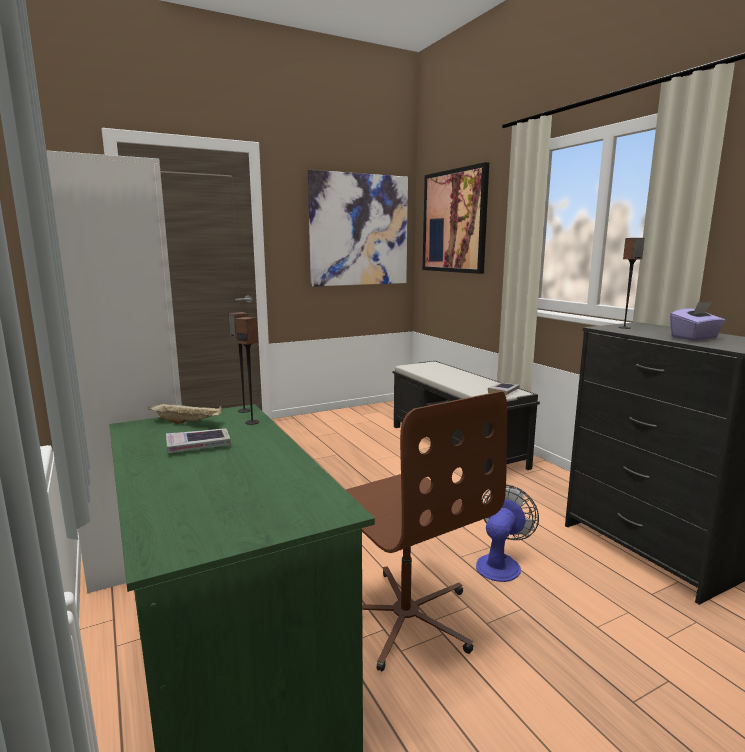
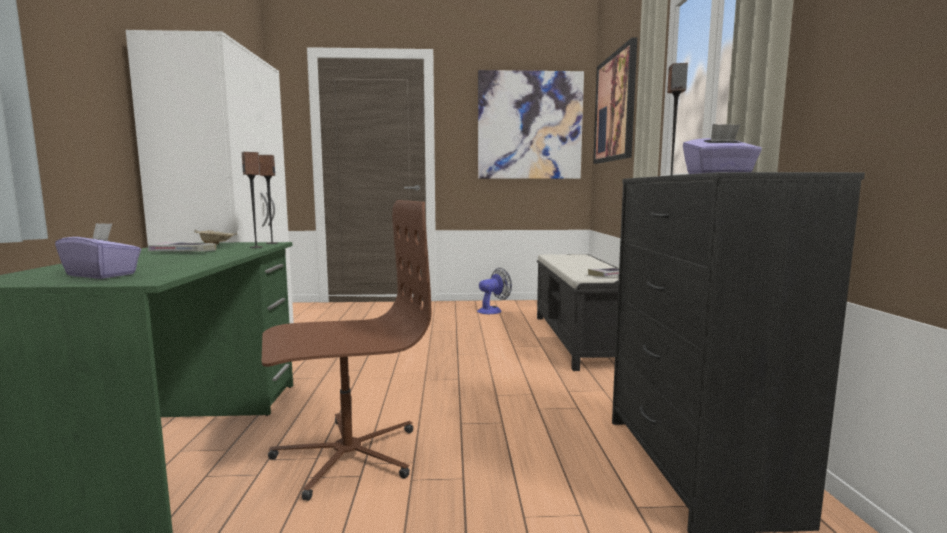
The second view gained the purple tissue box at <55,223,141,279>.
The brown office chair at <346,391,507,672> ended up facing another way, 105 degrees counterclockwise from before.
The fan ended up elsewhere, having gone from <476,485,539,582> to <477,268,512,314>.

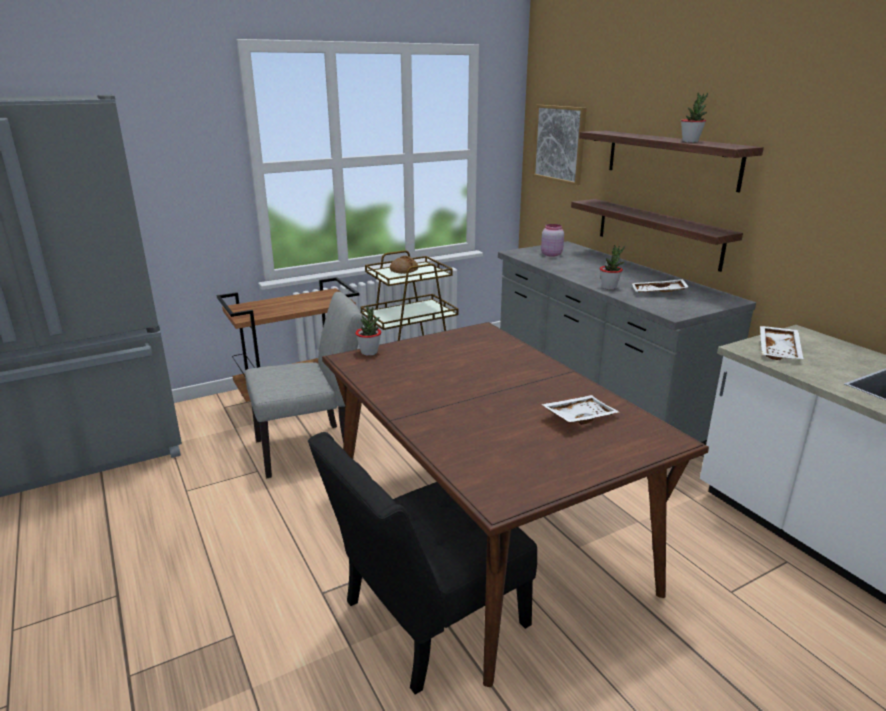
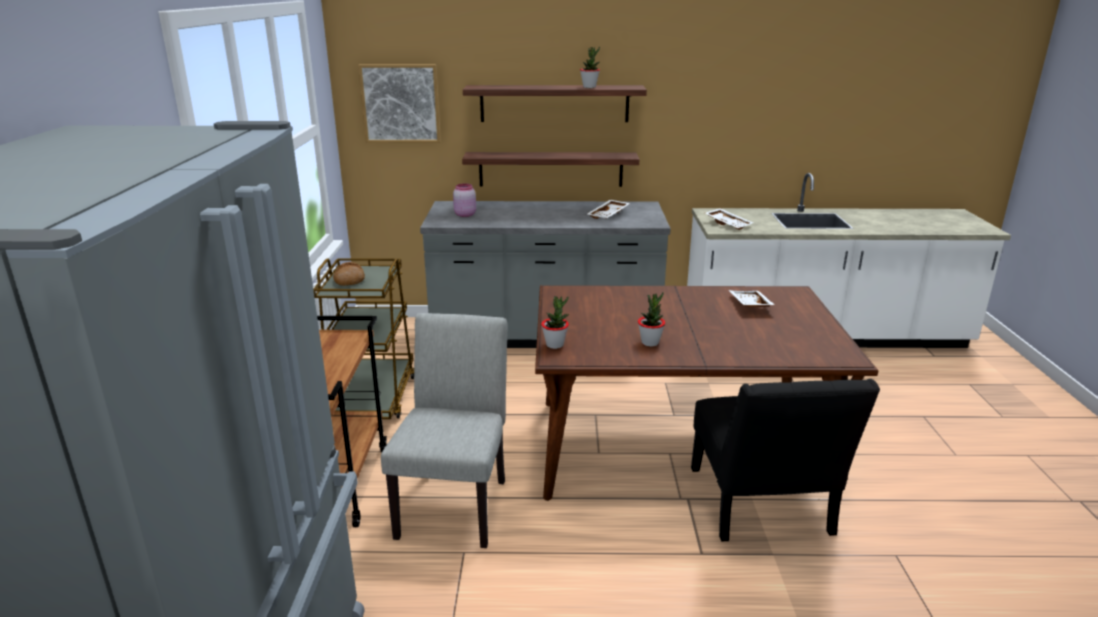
The potted plant ended up elsewhere, having gone from <600,245,625,290> to <638,292,665,347>.

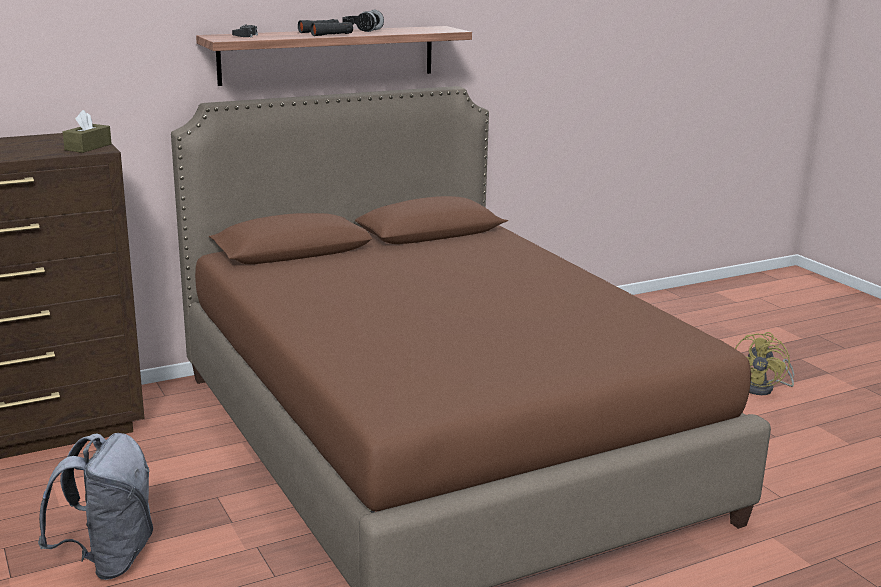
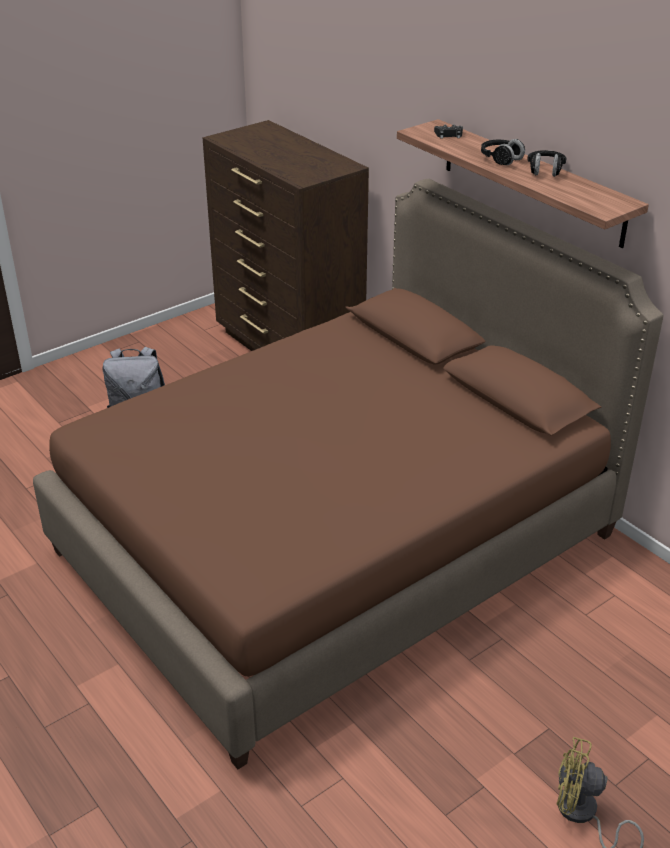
Where the black binoculars stood at <298,19,353,36>, the black headphones came to stand at <481,139,525,165>.
The second view lost the brown tissue box at <63,110,112,153>.

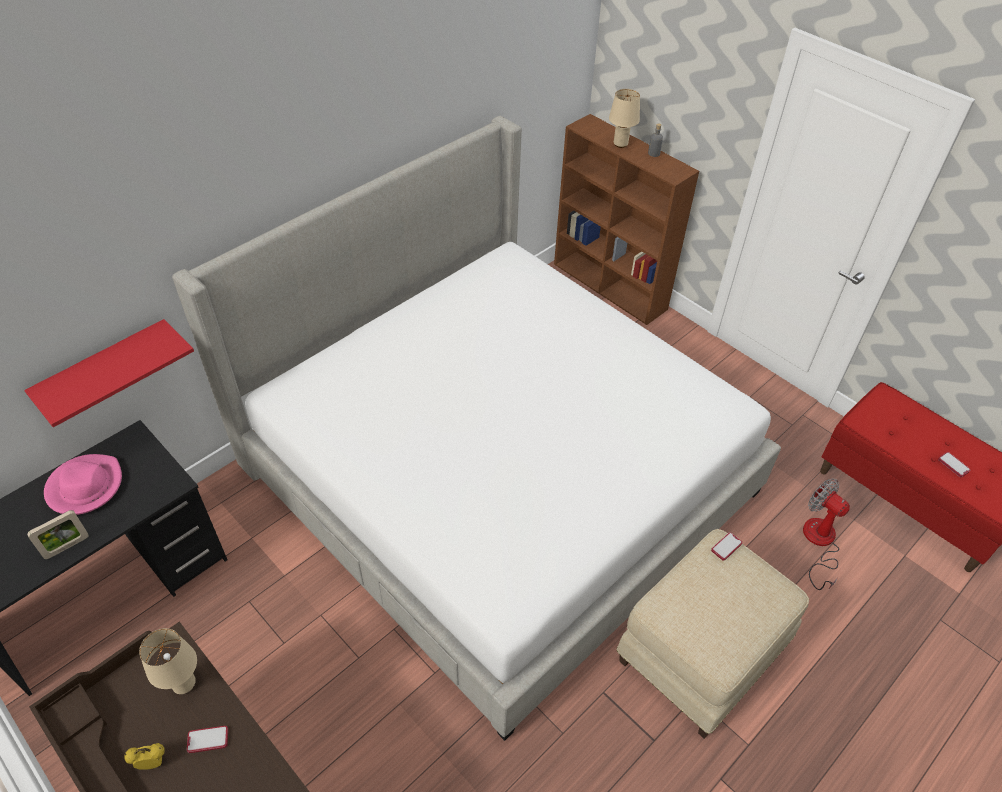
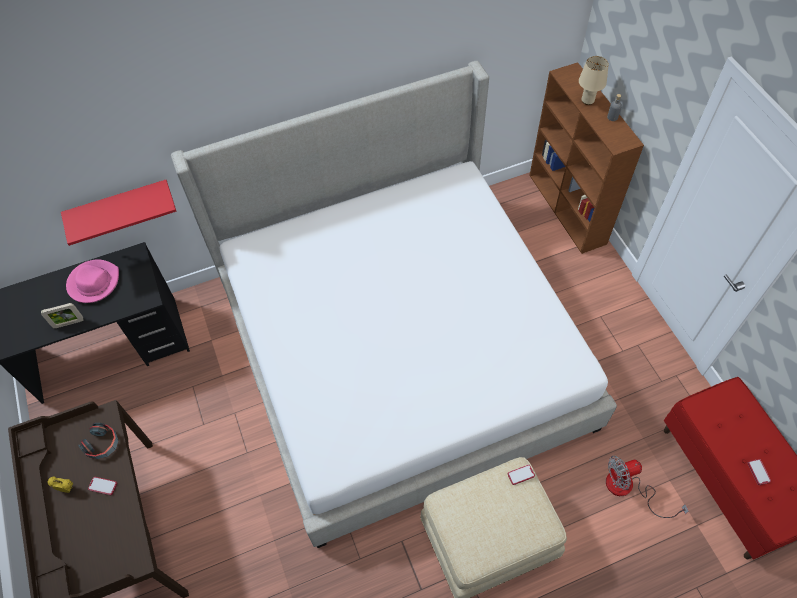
Where the beige table lamp stood at <139,628,197,694>, the headphones came to stand at <78,423,119,459>.
The fan at <803,478,850,590> ended up facing another way, 90 degrees counterclockwise from before.

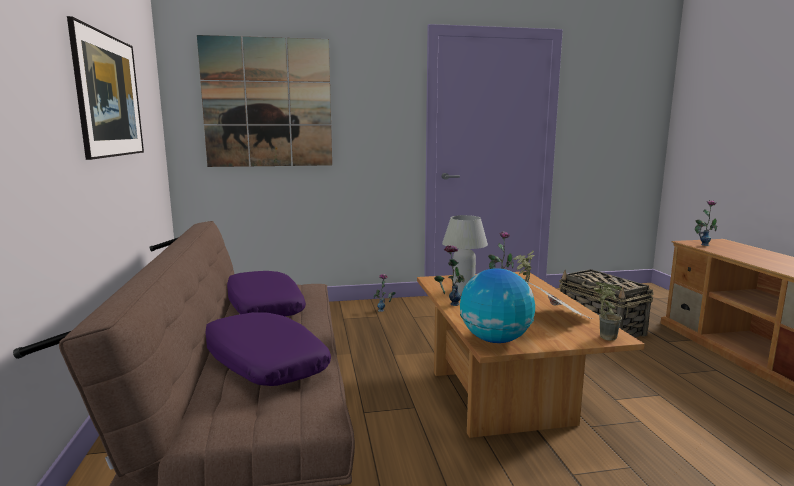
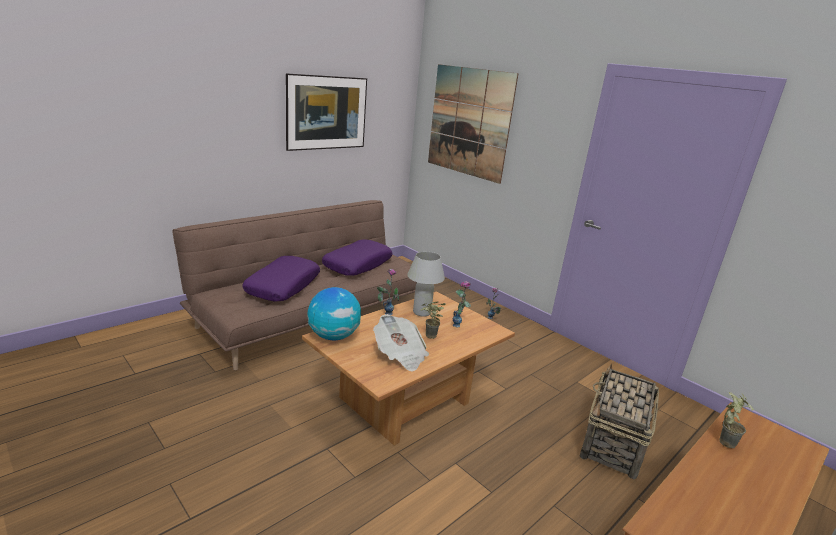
The potted plant ended up elsewhere, having gone from <594,282,622,341> to <719,392,754,448>.
The second view lost the vase at <695,200,717,246>.

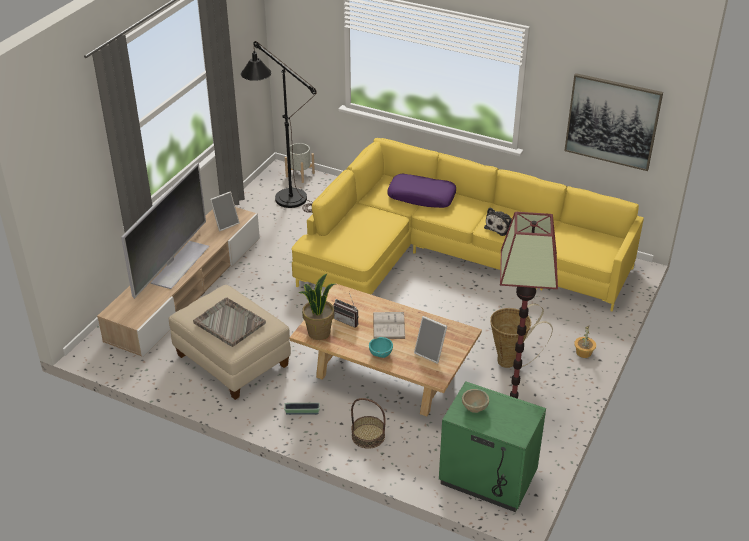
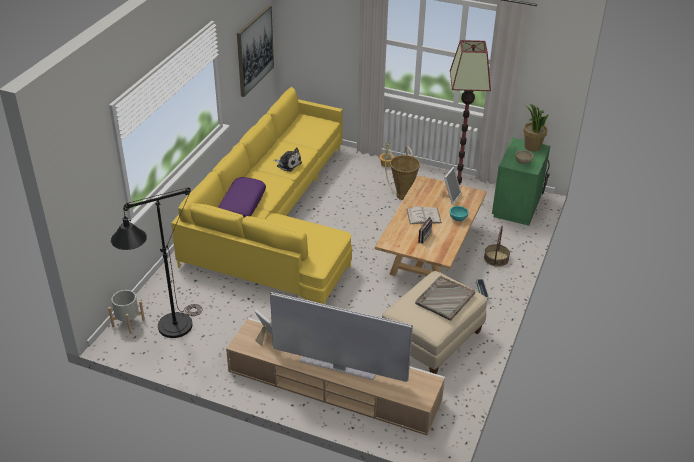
The potted plant ended up elsewhere, having gone from <298,274,335,340> to <523,104,549,152>.

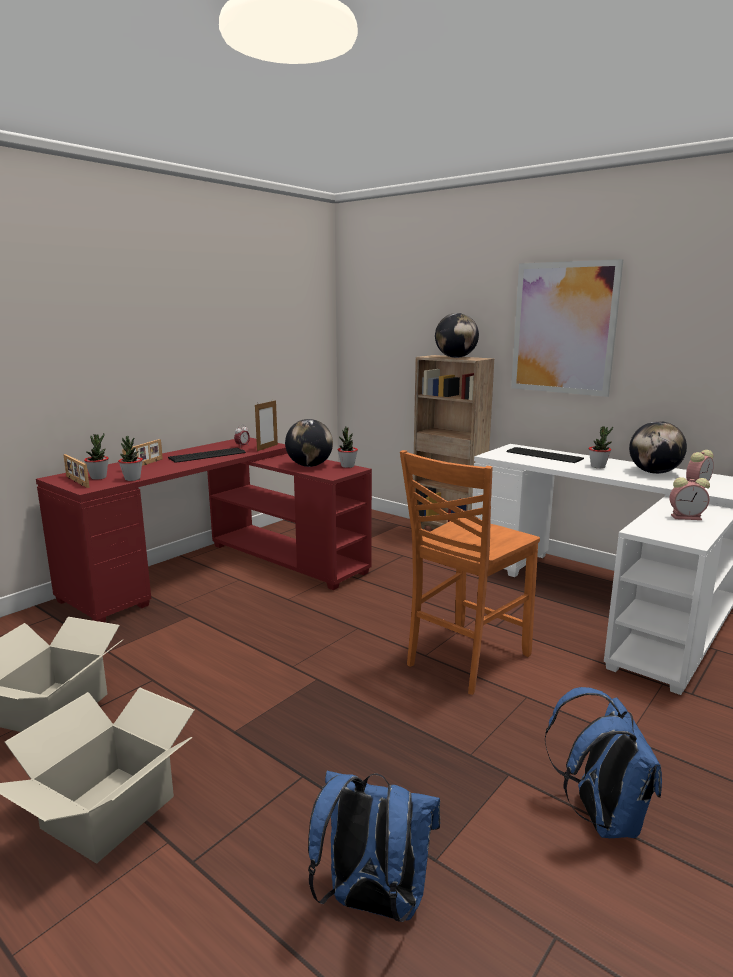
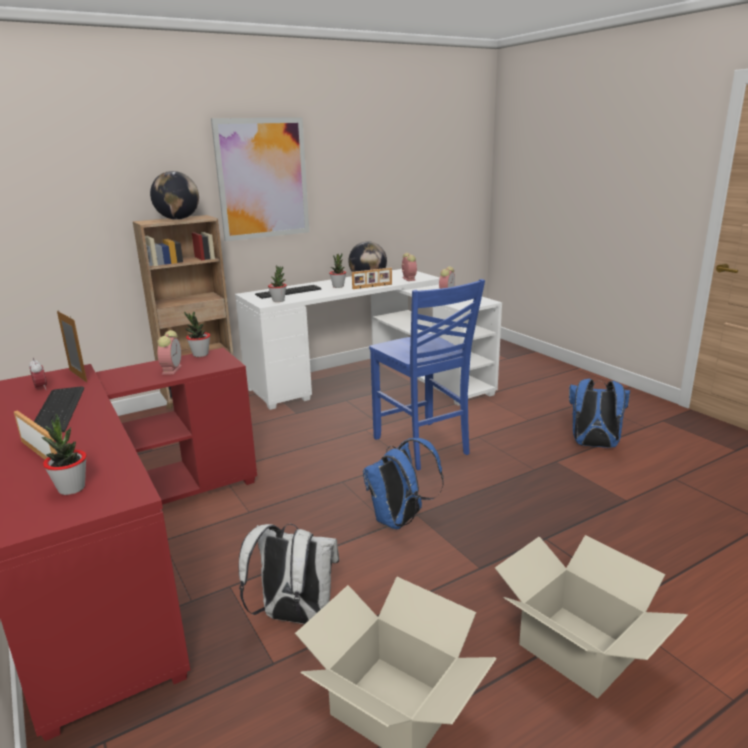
Where the globe stood at <285,419,333,467>, the alarm clock came to stand at <157,330,182,374>.
The second view gained the white backpack at <239,524,339,624>.
The potted plant ended up elsewhere, having gone from <118,436,143,481> to <268,266,287,302>.
The picture frame ended up elsewhere, having gone from <63,454,90,488> to <352,268,392,289>.
The blue backpack ended up elsewhere, having gone from <308,771,440,922> to <363,438,444,529>.
What was the orange chair at <400,450,540,695> turned into the blue chair at <369,279,485,470>.

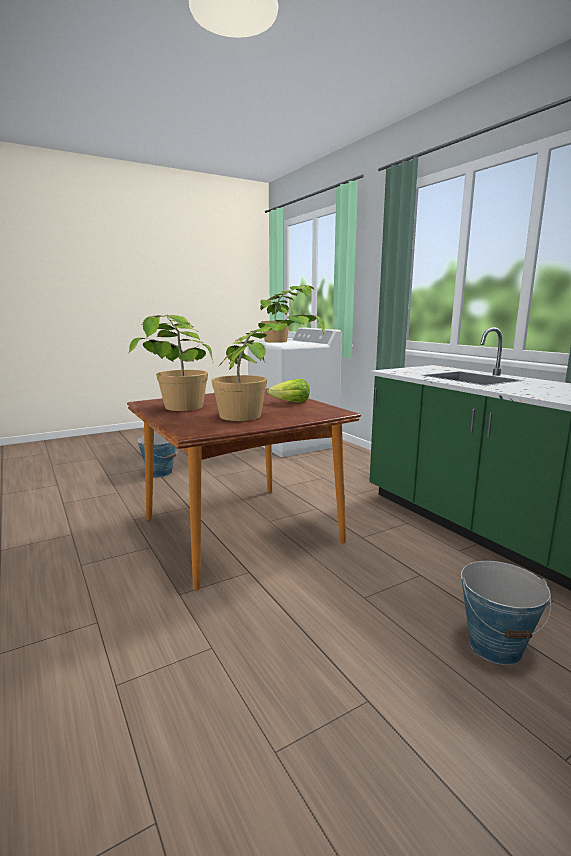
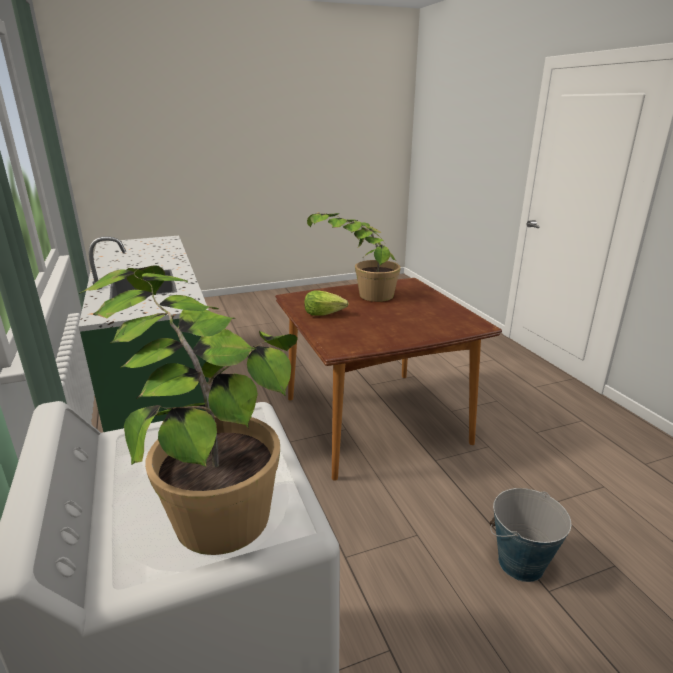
The second view lost the potted plant at <128,315,213,411>.
The second view lost the bucket at <461,561,551,665>.

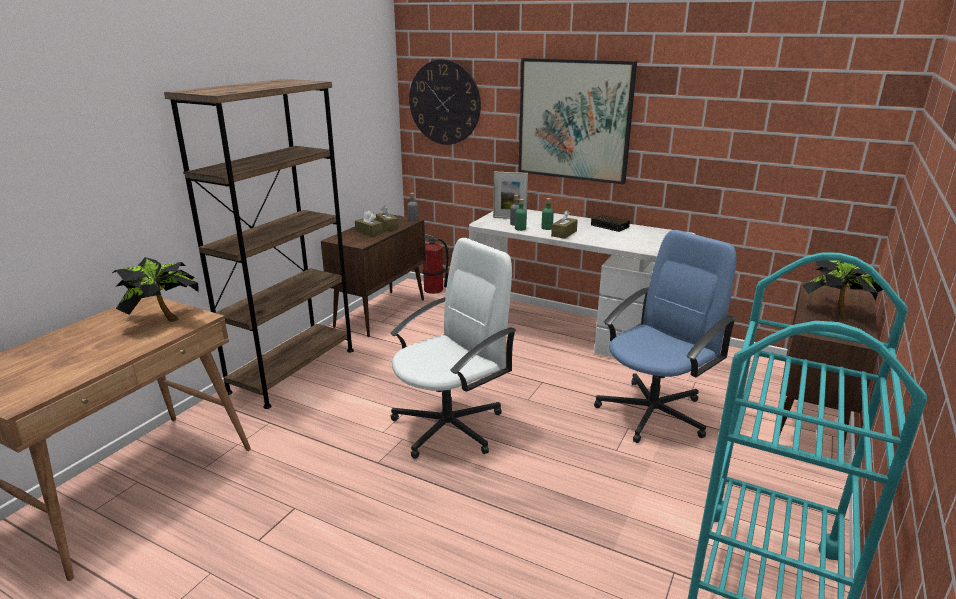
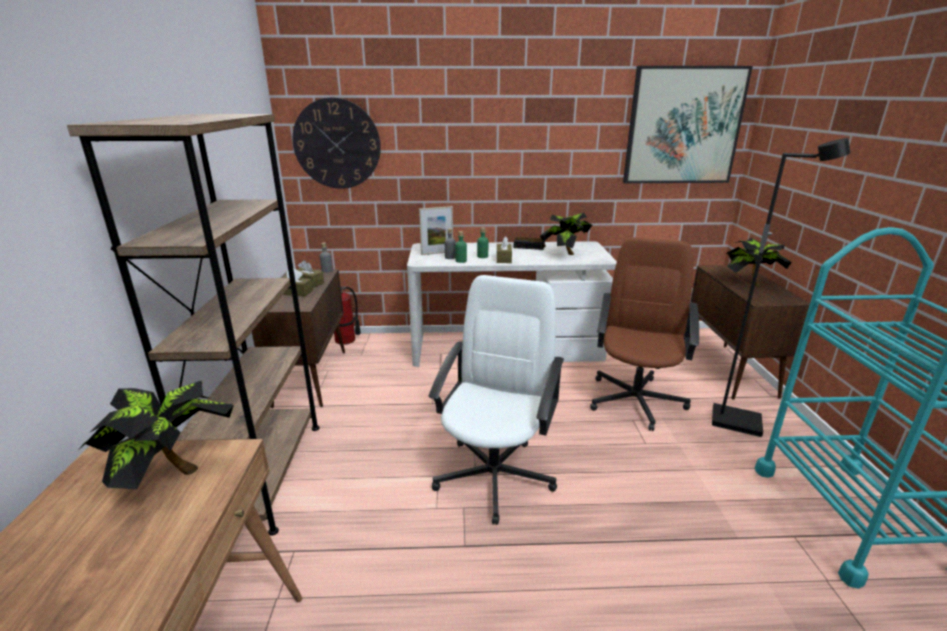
The second view gained the potted plant at <540,213,594,255>.
What was the blue office chair at <594,230,737,443> turned into the brown office chair at <590,237,699,431>.
The picture ended up elsewhere, having gone from <518,58,637,184> to <623,66,753,183>.
The second view gained the black floor lamp at <712,138,850,437>.

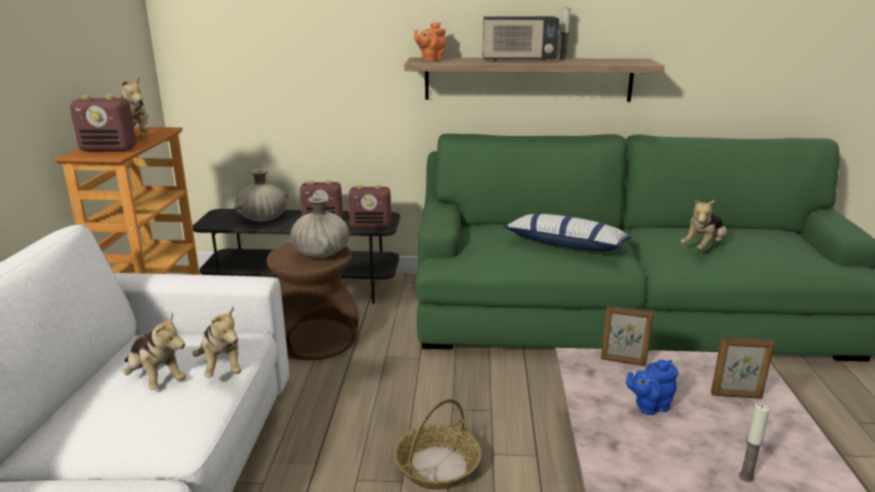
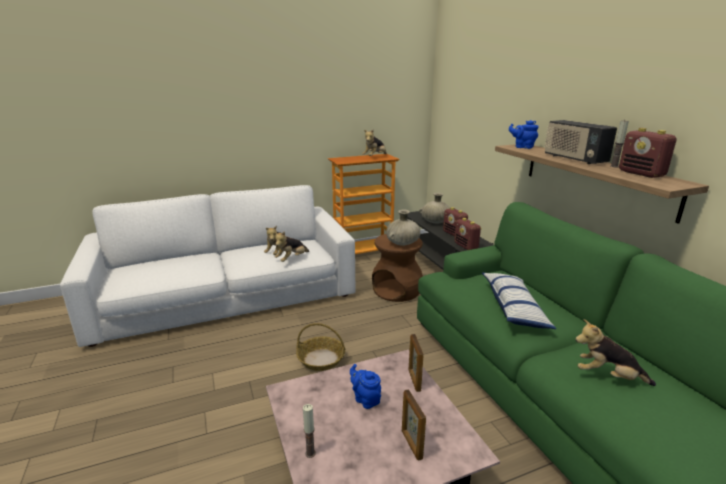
What was the orange teapot at <414,22,446,62> turned into the blue teapot at <509,120,539,149>.
The radio ended up elsewhere, having gone from <70,94,136,152> to <619,128,676,178>.

